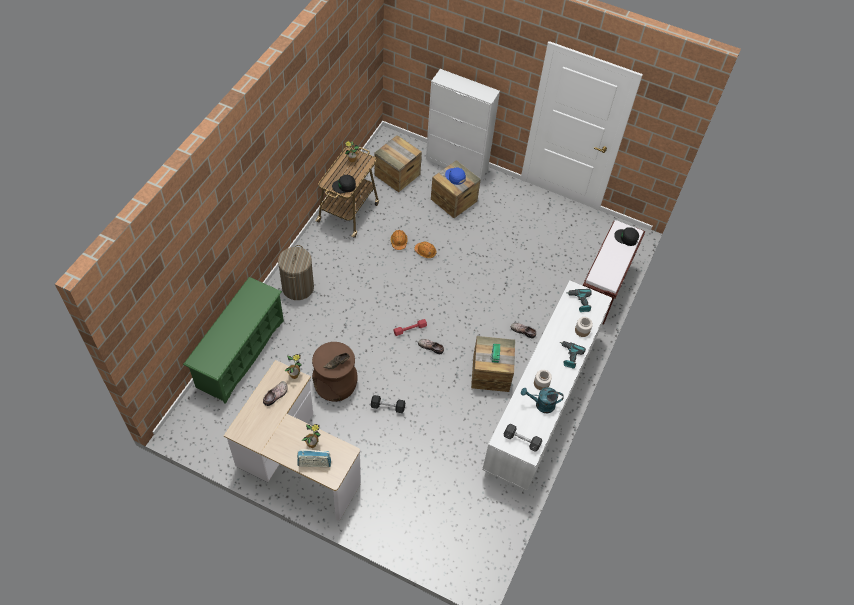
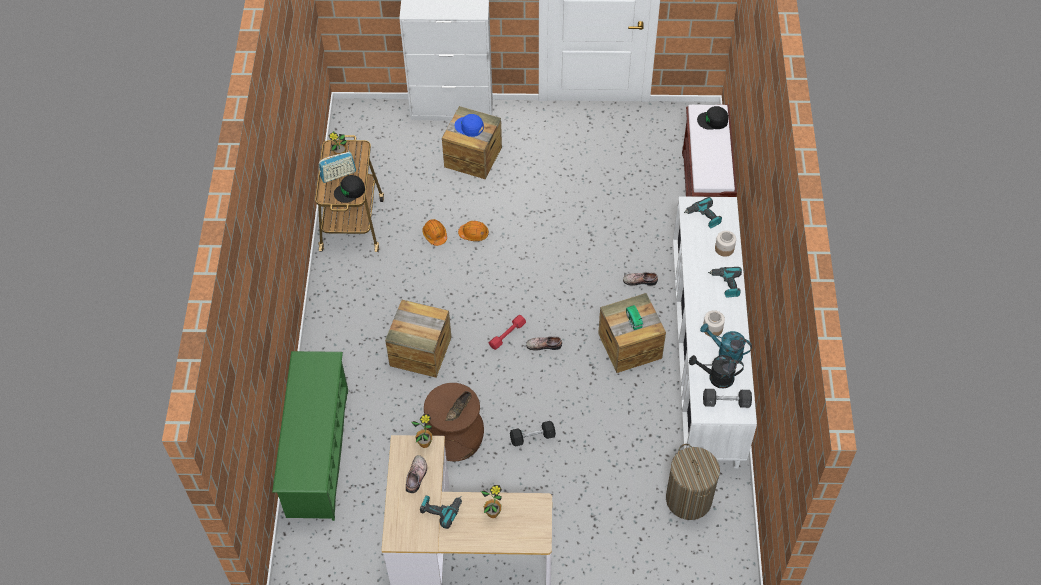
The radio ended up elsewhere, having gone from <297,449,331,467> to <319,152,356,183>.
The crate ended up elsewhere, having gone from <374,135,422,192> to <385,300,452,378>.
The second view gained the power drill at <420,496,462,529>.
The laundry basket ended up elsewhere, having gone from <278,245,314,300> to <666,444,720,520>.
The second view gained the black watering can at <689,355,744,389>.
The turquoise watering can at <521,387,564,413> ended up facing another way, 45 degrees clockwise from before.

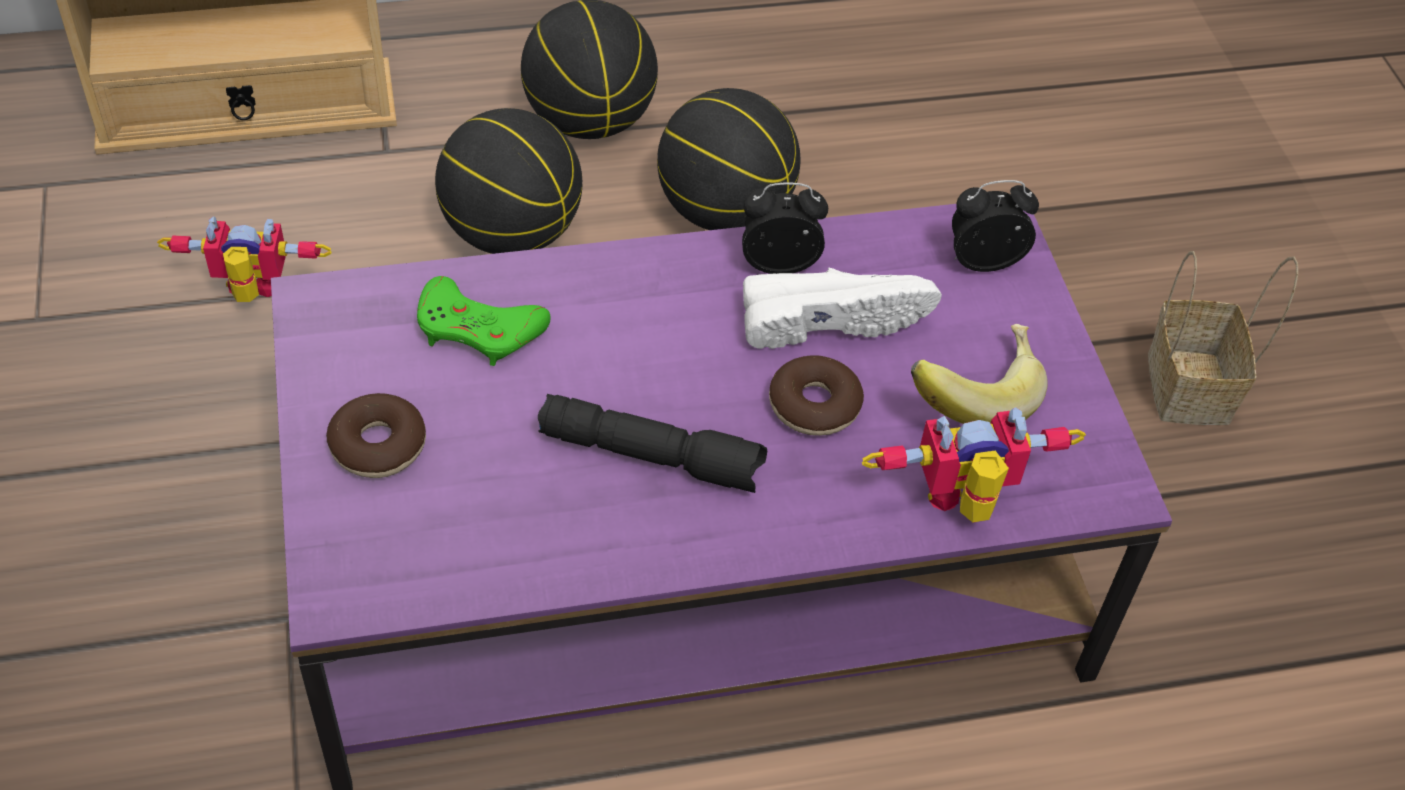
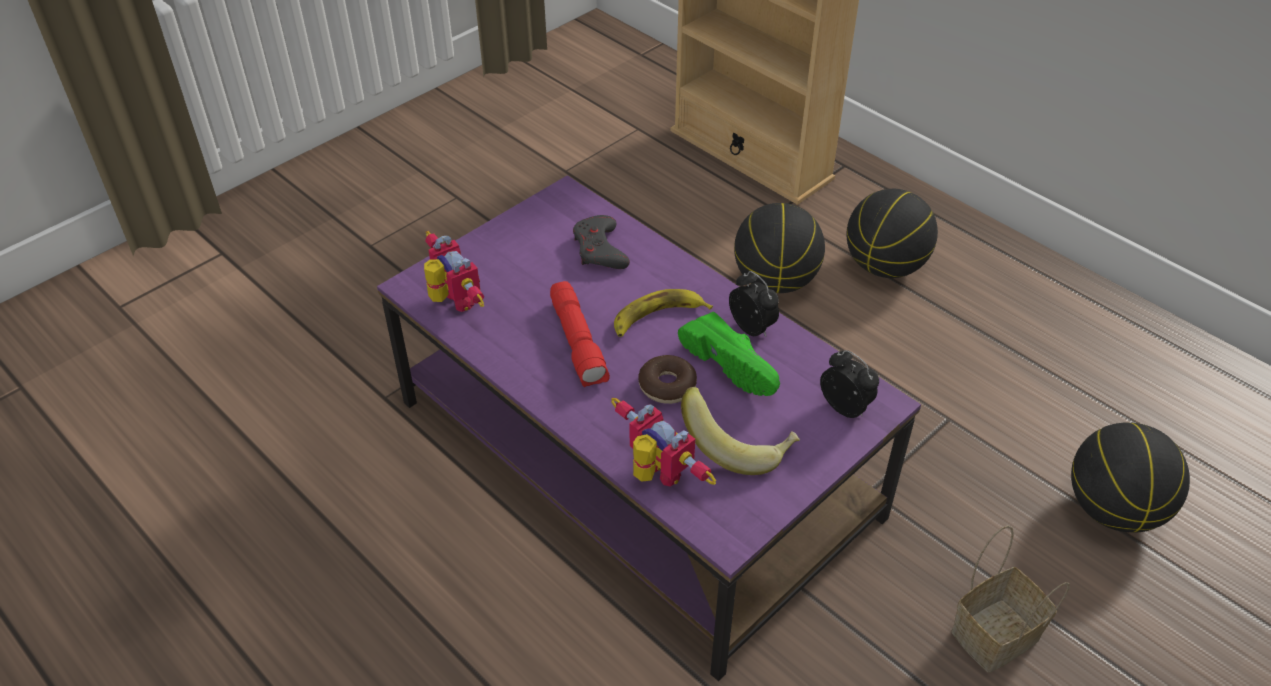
The toy robot ended up elsewhere, having gone from <157,216,331,302> to <424,231,484,312>.
What was the black flashlight at <538,394,767,493> turned into the red flashlight at <550,281,610,387>.
What was the green game controller at <417,276,551,366> turned into the grey game controller at <573,215,630,269>.
The second view gained the banana at <614,289,713,337>.
What was the white shoe at <743,268,942,349> turned into the green shoe at <678,312,780,396>.
The basketball ended up elsewhere, having gone from <657,88,801,230> to <1071,422,1190,533>.
The second view lost the donut at <326,393,426,478>.

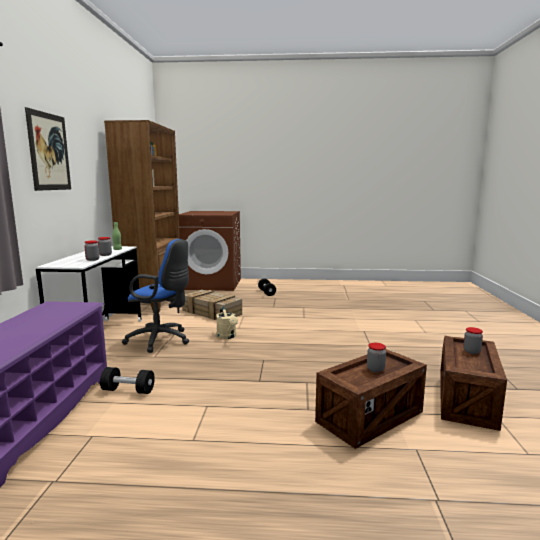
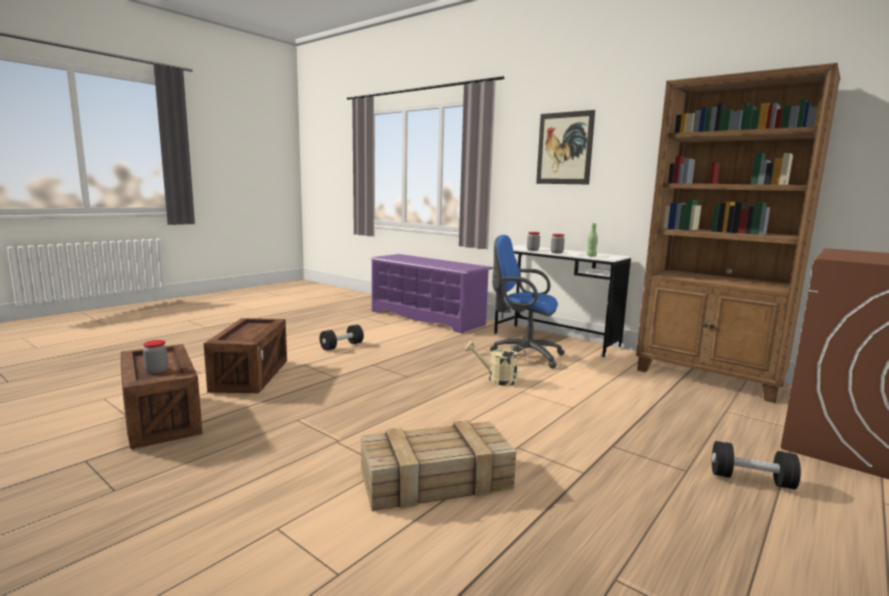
The black dumbbell ended up elsewhere, having gone from <100,367,155,394> to <319,325,364,351>.
The crate ended up elsewhere, having gone from <182,290,242,320> to <361,420,516,511>.
The blue office chair at <122,239,189,353> ended up facing another way, 60 degrees clockwise from before.
The second view lost the jar at <367,343,386,373>.

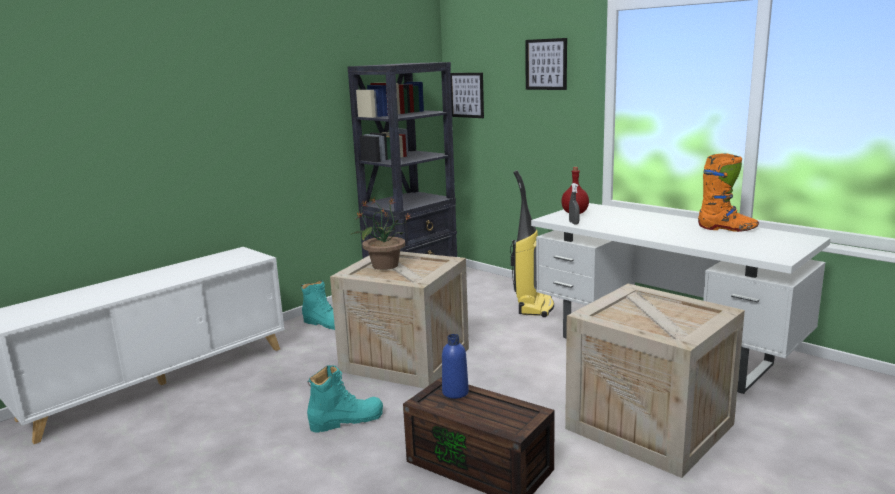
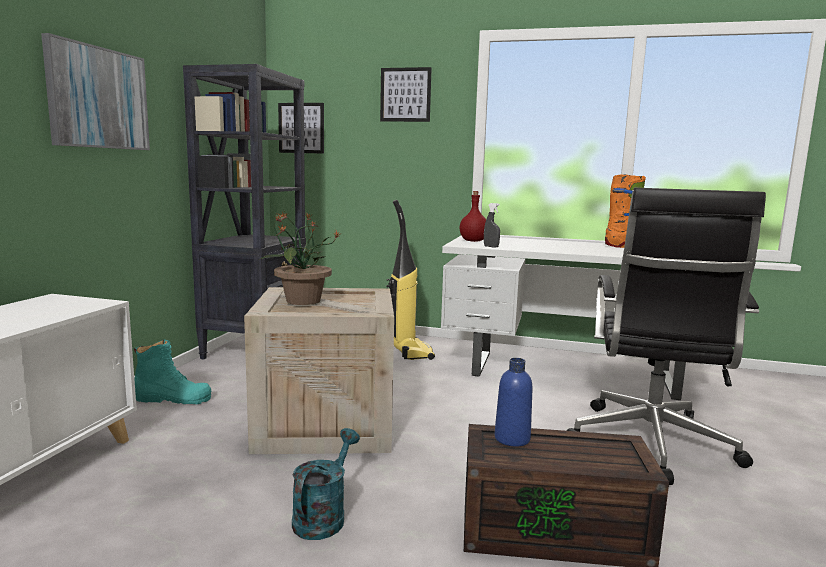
The second view gained the picture at <41,33,150,150>.
Where the turquoise boot stood at <307,365,383,432>, the turquoise watering can came to stand at <292,428,360,540>.
Where the crate stood at <565,284,745,478>, the black office chair came to stand at <566,188,766,485>.

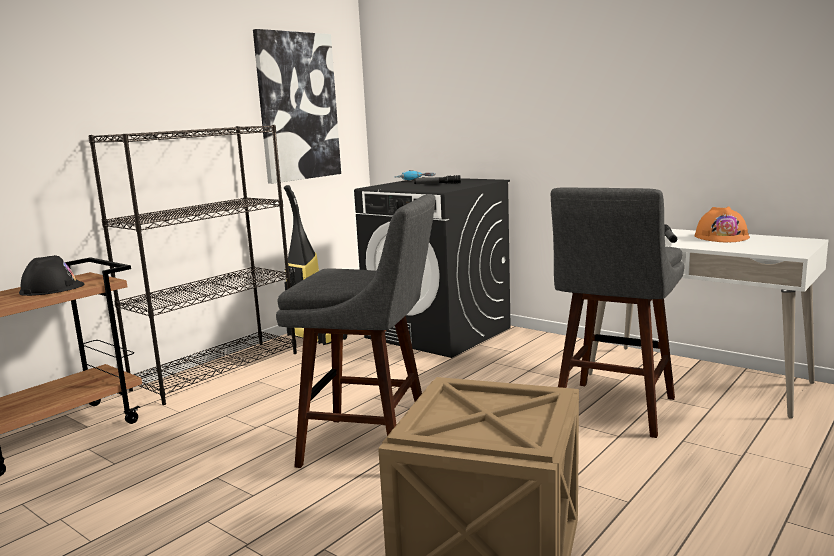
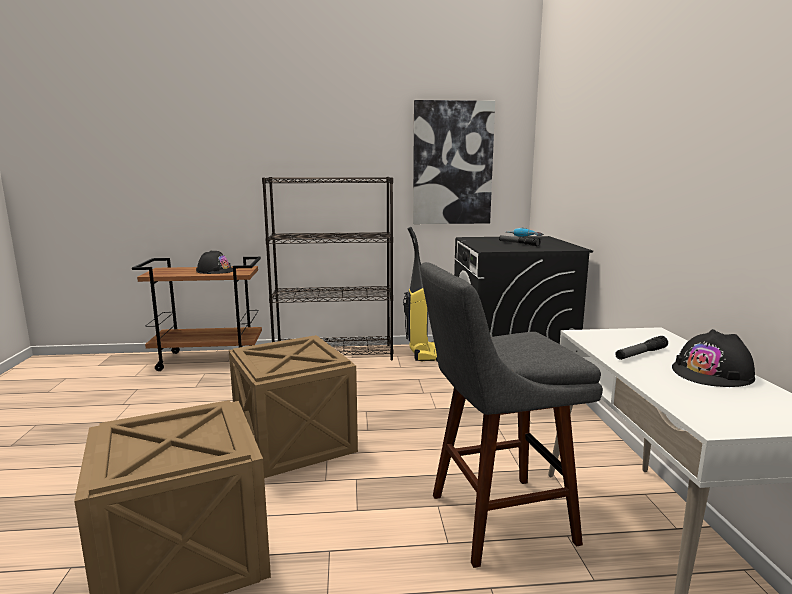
Where the grey stool stood at <276,194,436,468>, the crate came to stand at <229,335,358,478>.
What was the orange hard hat at <695,207,750,242> turned into the black hard hat at <672,329,755,387>.

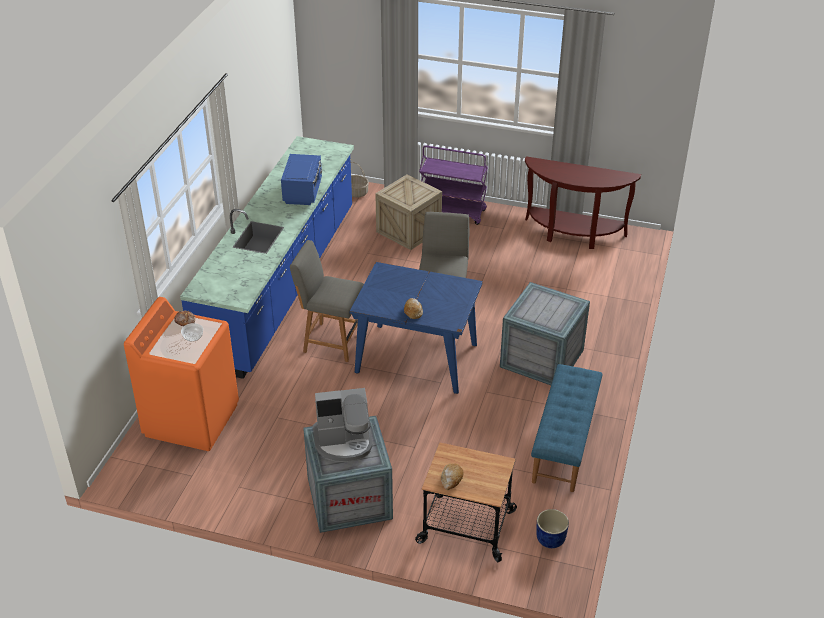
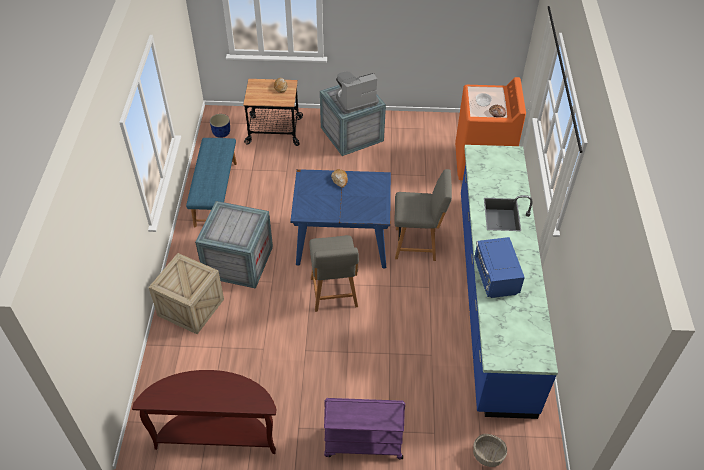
The crate ended up elsewhere, having gone from <375,174,442,250> to <148,253,224,334>.

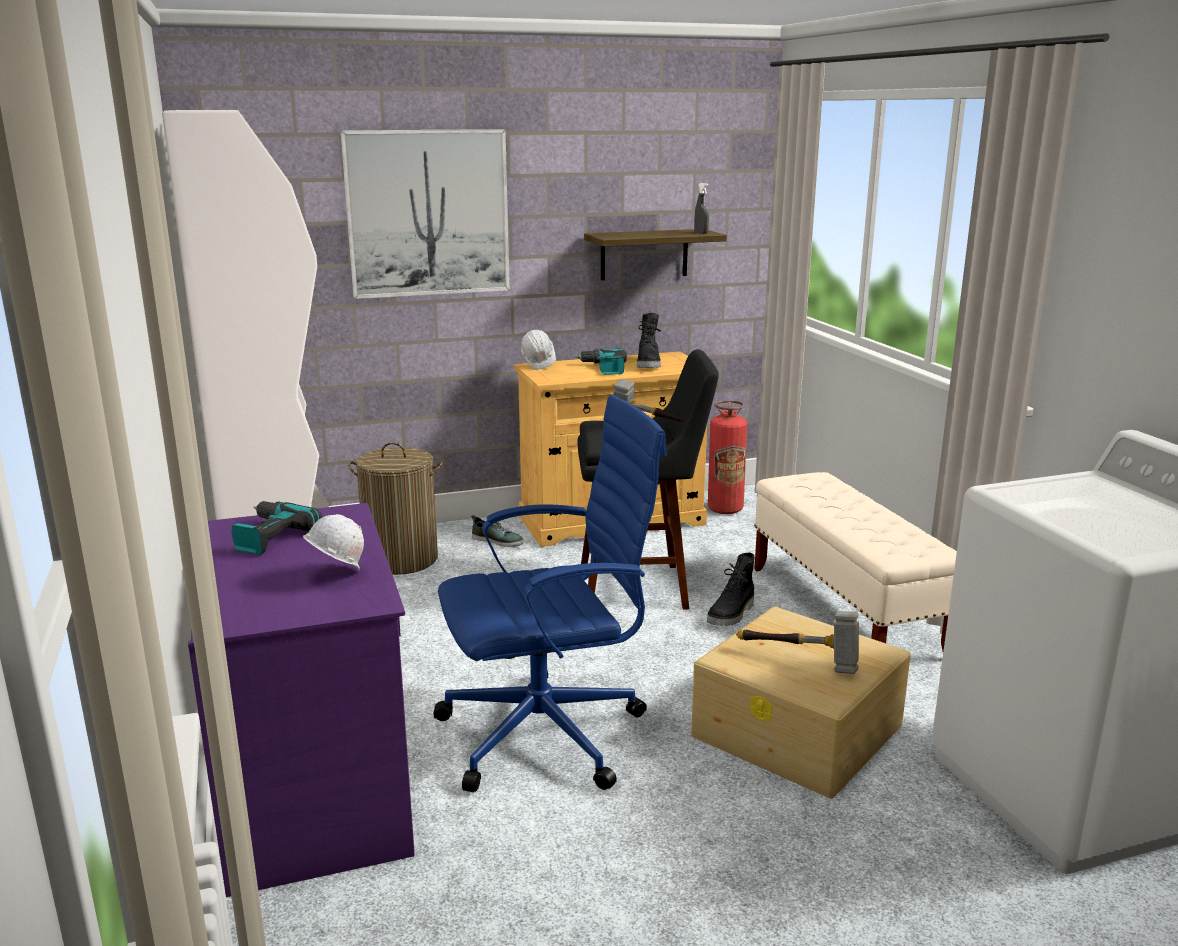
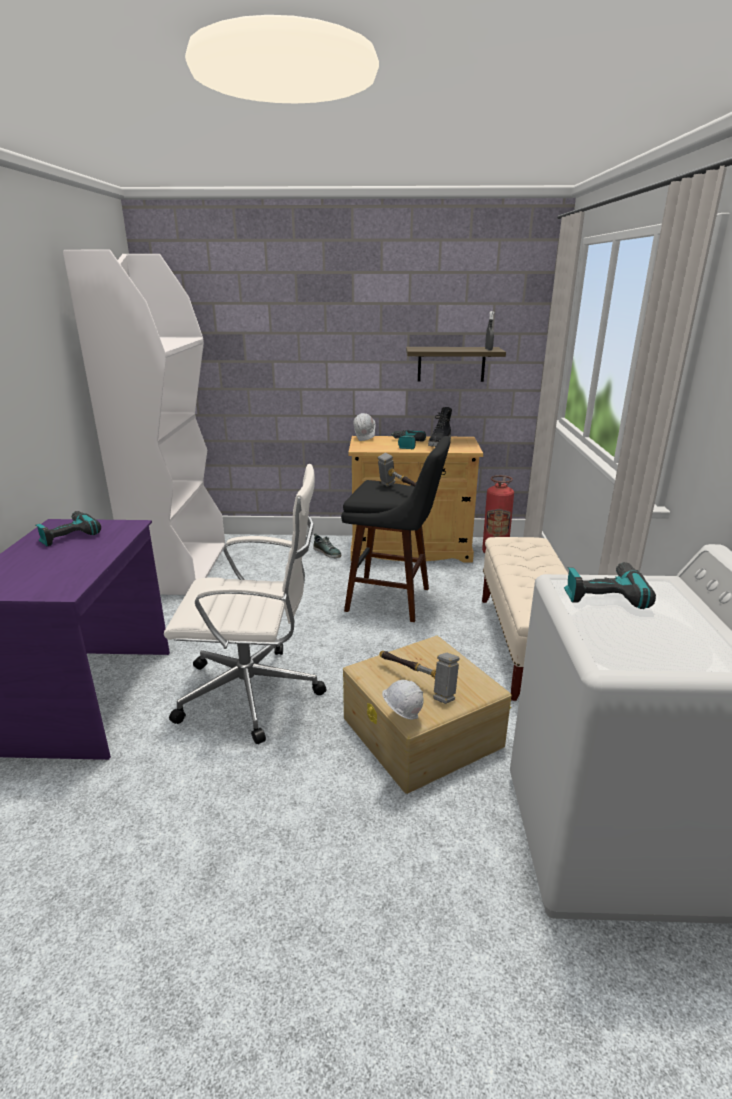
What was the blue office chair at <433,395,667,792> turned into the white office chair at <164,464,327,744>.
The white hard hat ended up elsewhere, having gone from <303,514,364,570> to <382,680,424,720>.
The second view gained the power drill at <564,562,656,609>.
The second view lost the picture at <340,129,510,299>.
The second view lost the laundry basket at <348,442,443,575>.
The second view lost the black boot at <707,553,754,626>.

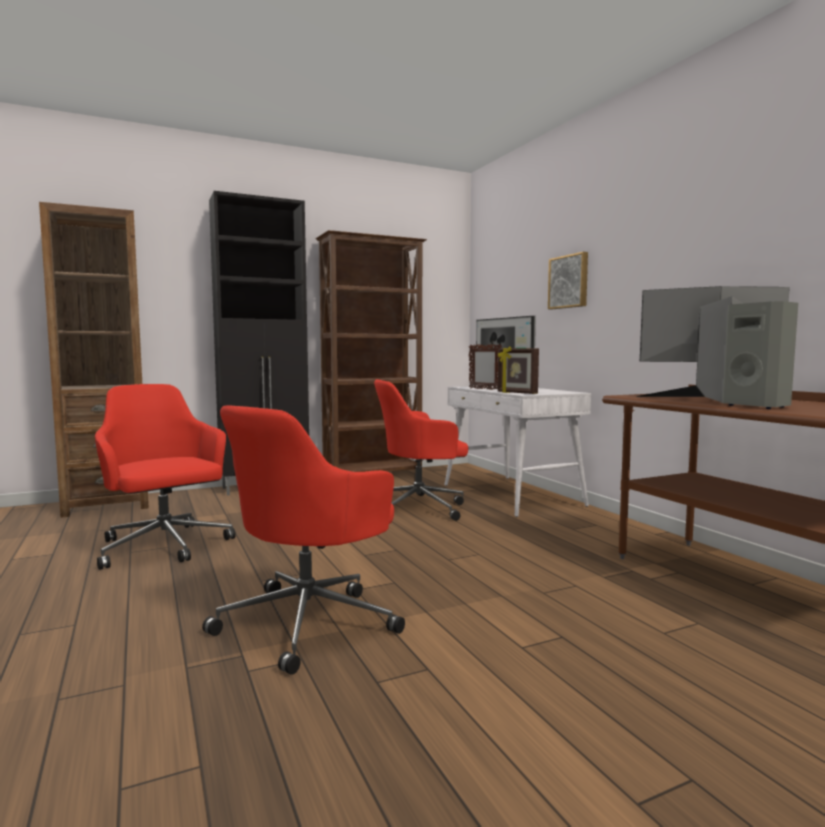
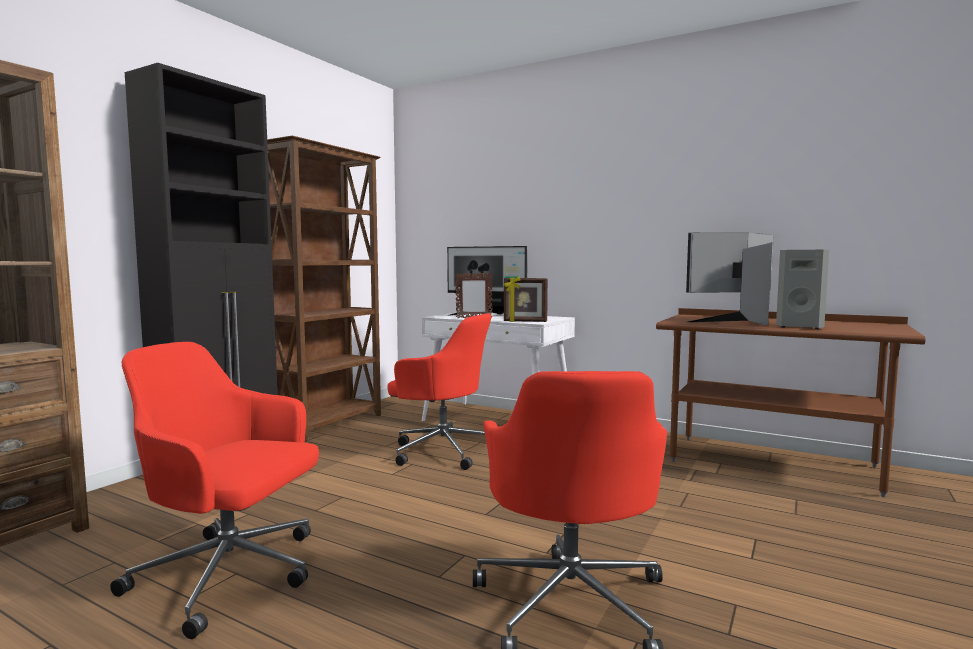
The red office chair at <374,379,468,521> ended up facing another way, 105 degrees counterclockwise from before.
The second view lost the picture at <548,252,588,309>.

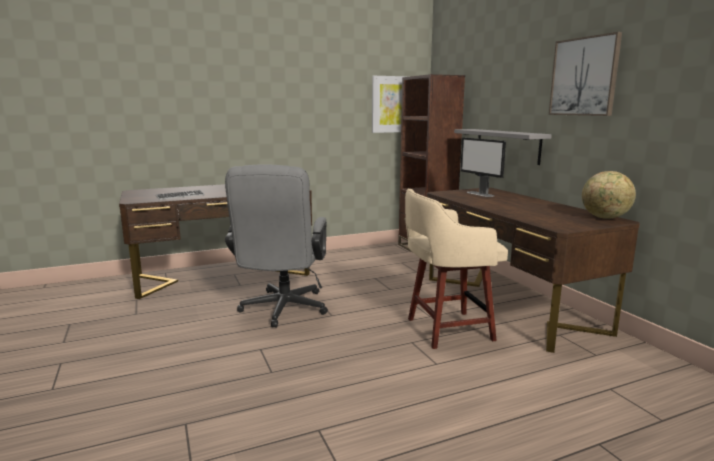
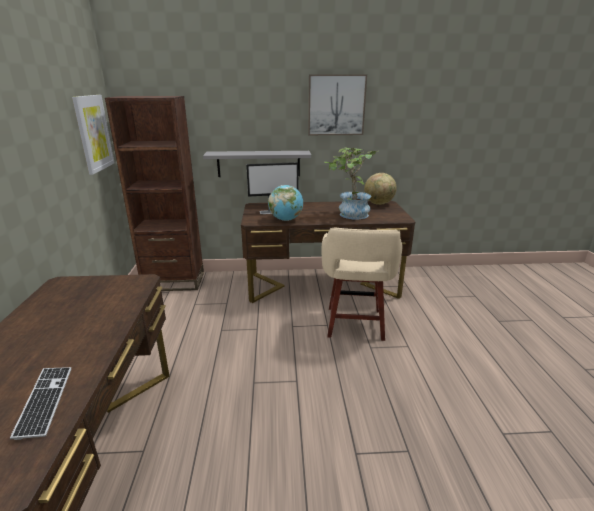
The second view gained the globe at <268,185,303,221>.
The second view gained the potted plant at <324,147,377,219>.
The second view lost the grey office chair at <225,164,328,327>.

